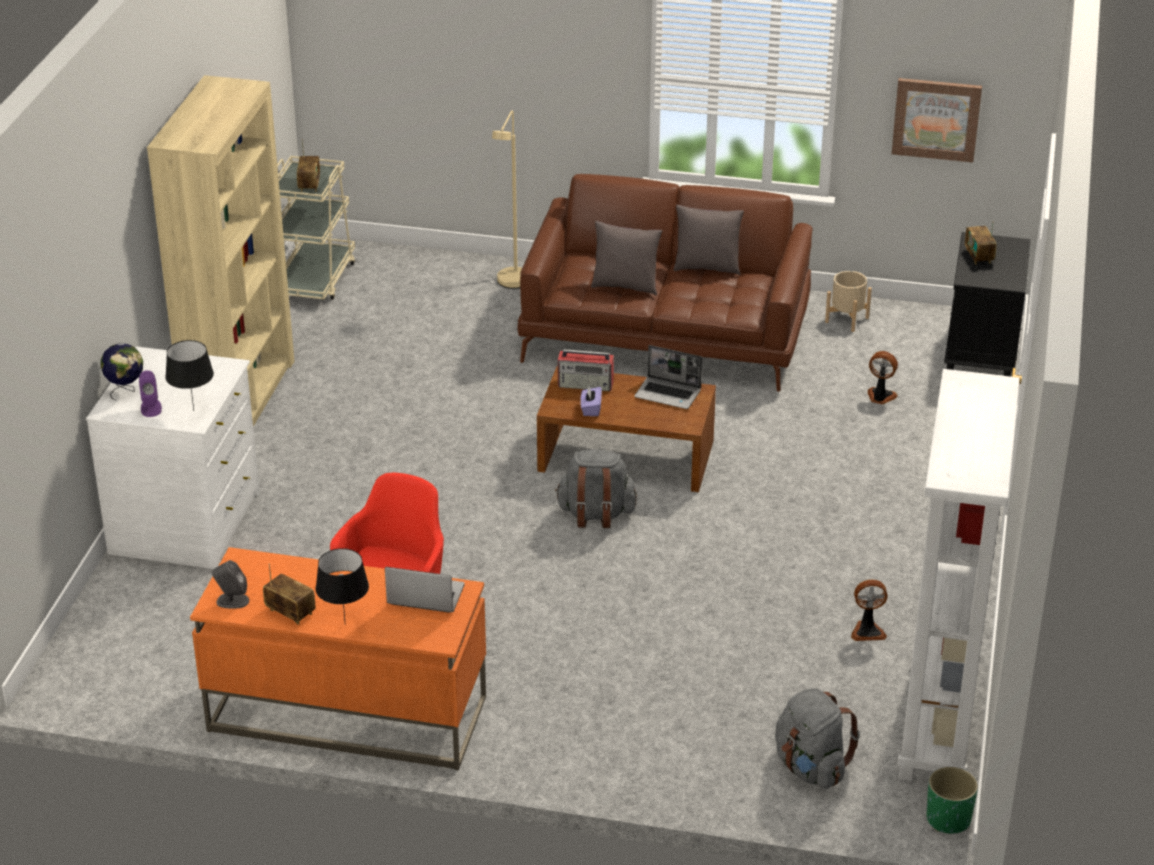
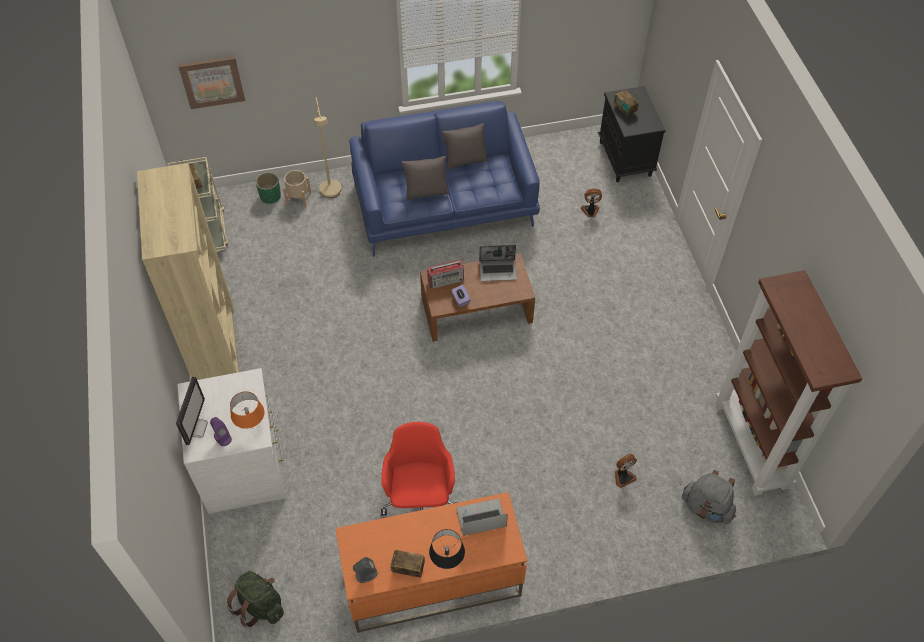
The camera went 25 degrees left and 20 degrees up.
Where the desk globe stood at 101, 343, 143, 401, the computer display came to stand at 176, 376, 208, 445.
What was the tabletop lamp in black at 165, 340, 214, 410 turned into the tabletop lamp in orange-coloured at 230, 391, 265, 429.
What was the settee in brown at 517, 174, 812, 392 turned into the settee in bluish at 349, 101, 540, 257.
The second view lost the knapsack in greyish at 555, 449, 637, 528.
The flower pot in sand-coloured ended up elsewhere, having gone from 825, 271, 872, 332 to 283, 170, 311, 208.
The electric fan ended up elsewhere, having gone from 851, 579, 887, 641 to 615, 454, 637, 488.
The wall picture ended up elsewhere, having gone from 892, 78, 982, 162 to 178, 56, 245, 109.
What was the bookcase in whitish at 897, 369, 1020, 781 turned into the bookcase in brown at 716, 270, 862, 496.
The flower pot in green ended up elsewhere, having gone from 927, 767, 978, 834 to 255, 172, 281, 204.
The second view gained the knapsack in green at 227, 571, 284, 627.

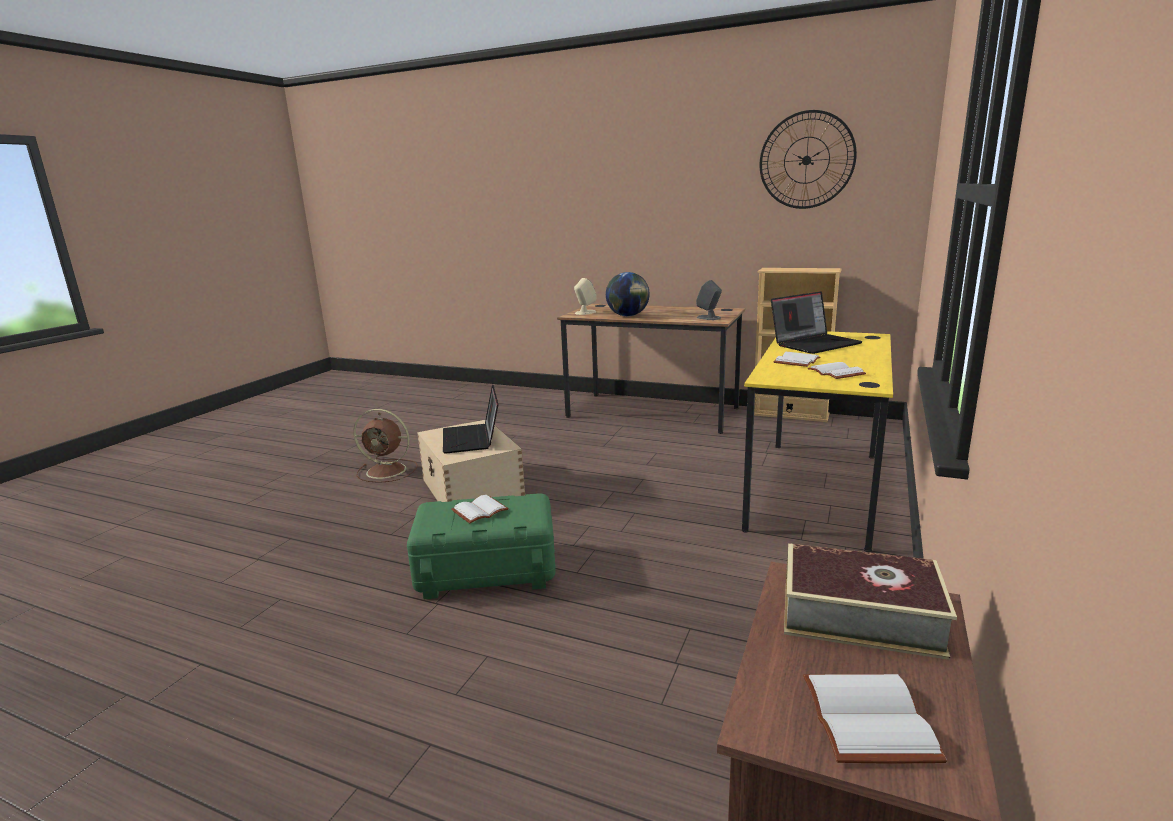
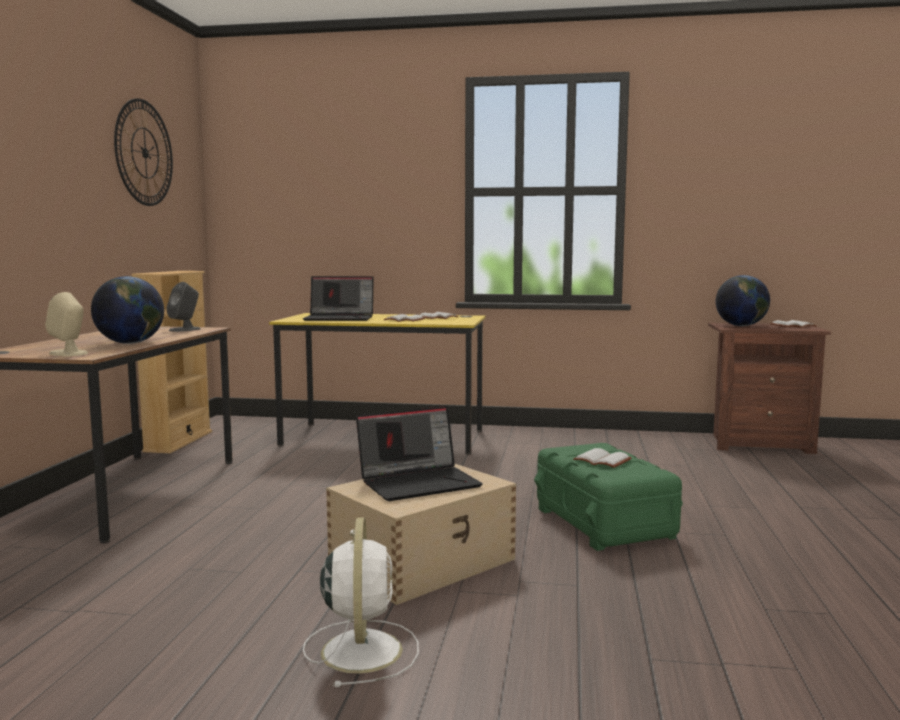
The camera went 105 degrees left and 10 degrees down.
What was the electric fan in brown at 354, 409, 417, 483 turned into the electric fan in whitish at 303, 518, 419, 687.
The notebook computer at 771, 291, 863, 354 ended up facing another way, 135 degrees clockwise from before.
Where the book stood at 784, 543, 957, 660, the desk globe came to stand at 716, 275, 770, 326.

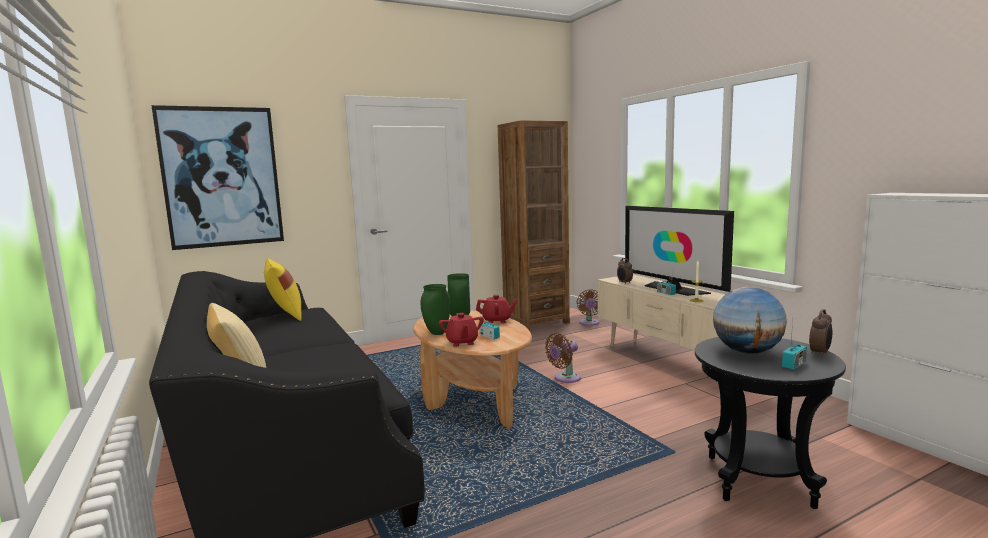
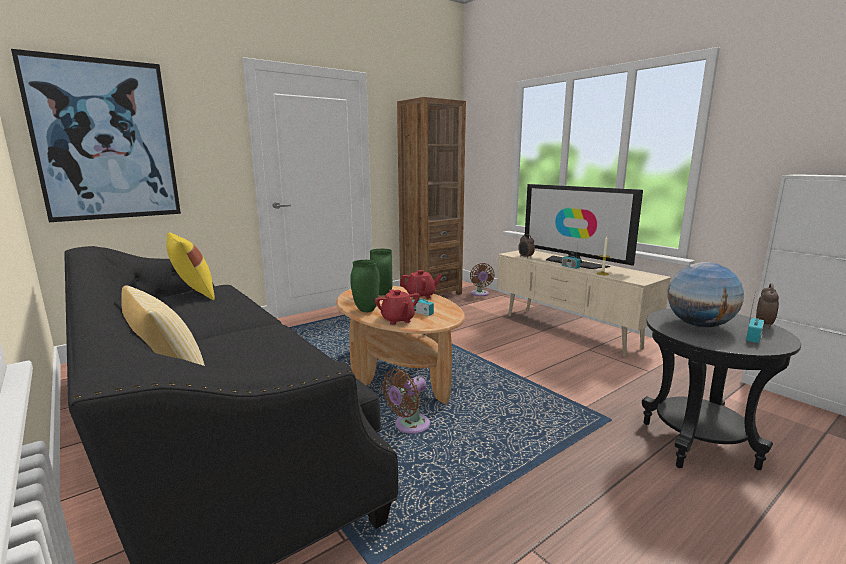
The camera went 10 degrees left and 5 degrees up.
The electric fan in brown ended up elsewhere, having gone from 545, 333, 581, 383 to 382, 369, 430, 434.

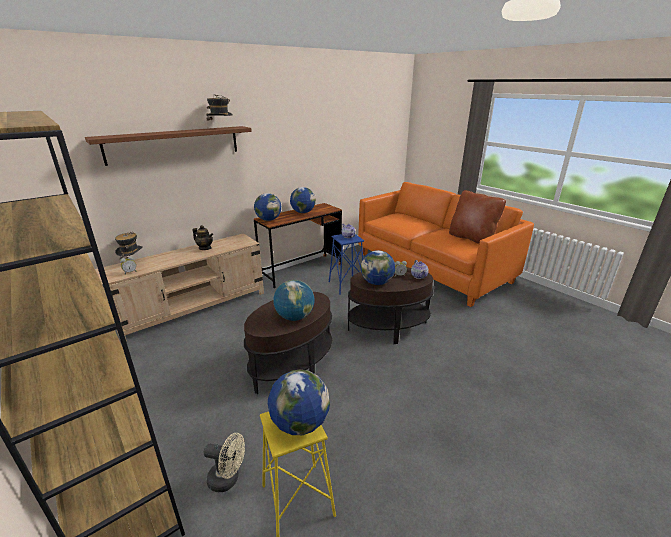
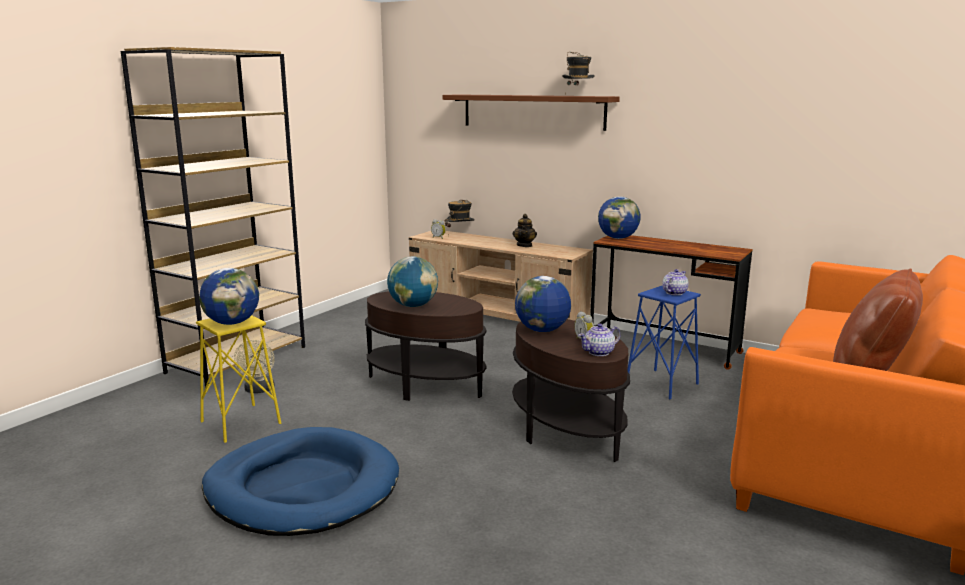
The camera went 70 degrees right and 10 degrees down.
The second view lost the desk globe at 290, 187, 316, 213.
The second view gained the pet bed in bluish at 202, 427, 399, 536.

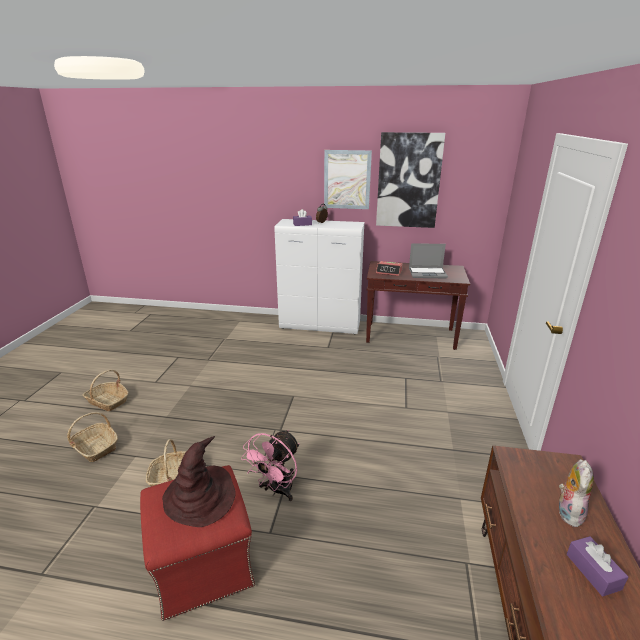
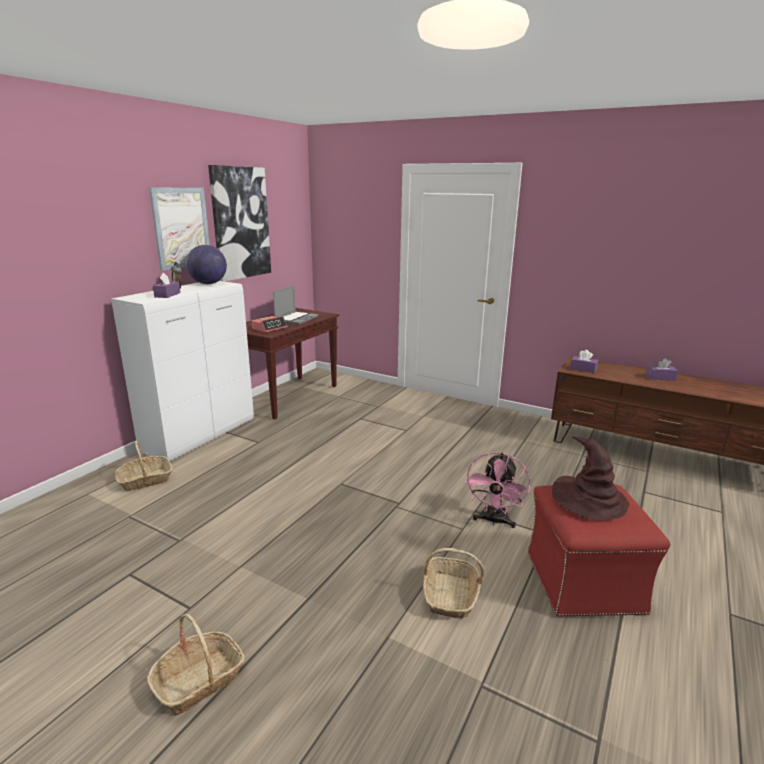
The camera went 70 degrees left and 5 degrees down.
The basket ended up elsewhere, having gone from 67, 412, 118, 462 to 115, 440, 172, 491.
The electric fan in pinkish at 241, 430, 300, 501 ended up facing another way, 60 degrees clockwise from before.
The second view lost the soft toy at 559, 459, 594, 527.
The second view gained the desk globe at 186, 245, 227, 284.
The second view gained the box of tissues in purple at 570, 350, 598, 373.

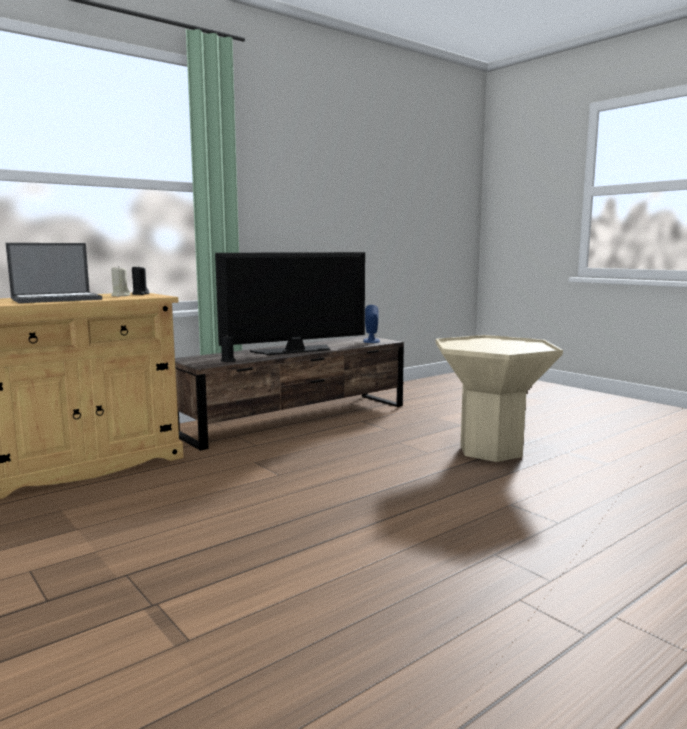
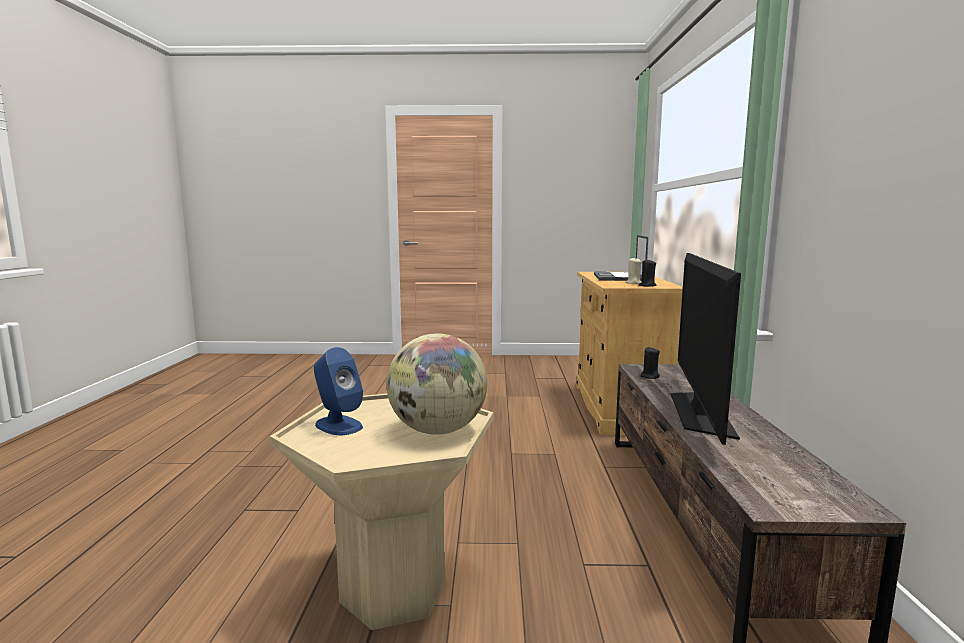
The camera went 130 degrees right and 0 degrees up.
The loudspeaker in bluish ended up elsewhere, having gone from 363, 305, 380, 343 to 314, 347, 363, 435.
The second view gained the desk globe at 387, 333, 487, 435.

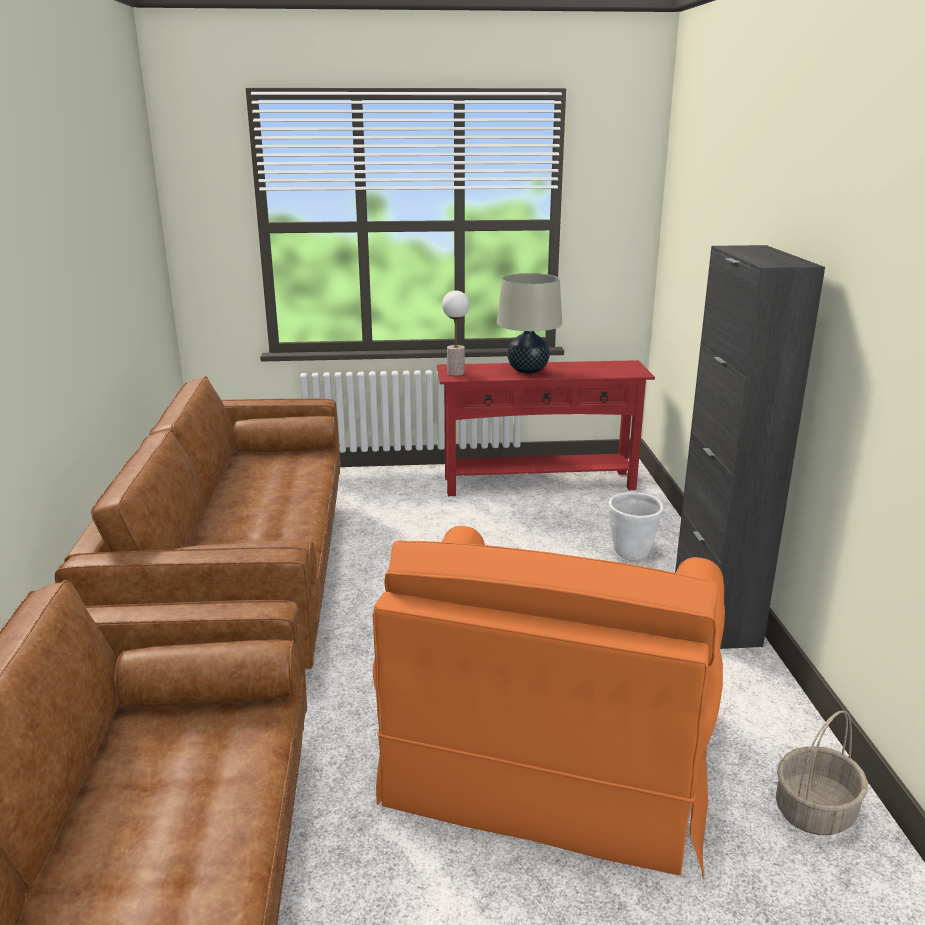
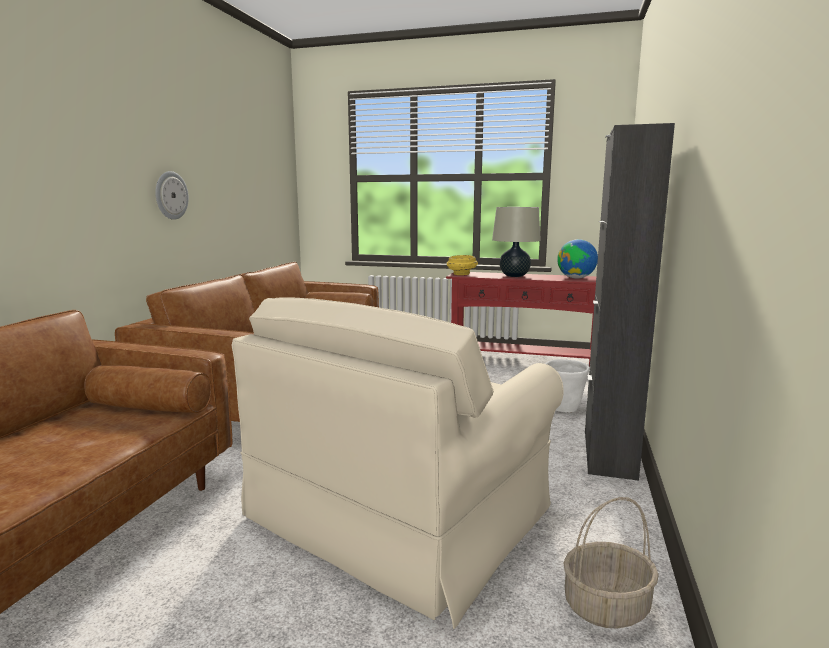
The camera went 20 degrees right and 10 degrees down.
What was the armchair in orange-coloured at 372, 526, 725, 879 turned into the armchair in sand-coloured at 232, 298, 564, 629.
Where the tabletop lamp stood at 442, 290, 469, 376, the bowl in yellow came to stand at 447, 255, 478, 275.
The second view gained the wall clock at 155, 171, 189, 220.
The second view gained the desk globe at 557, 239, 598, 279.

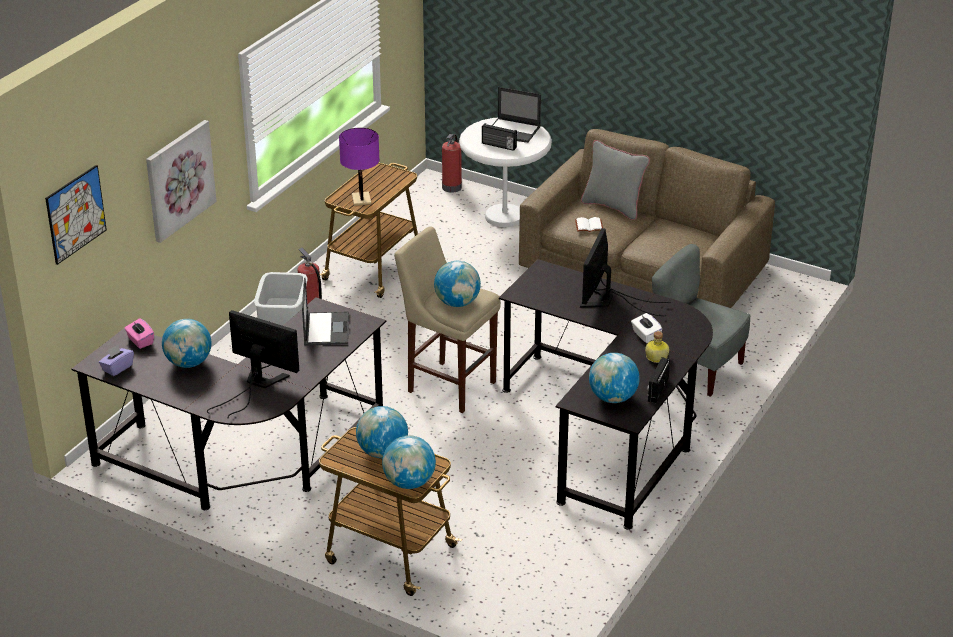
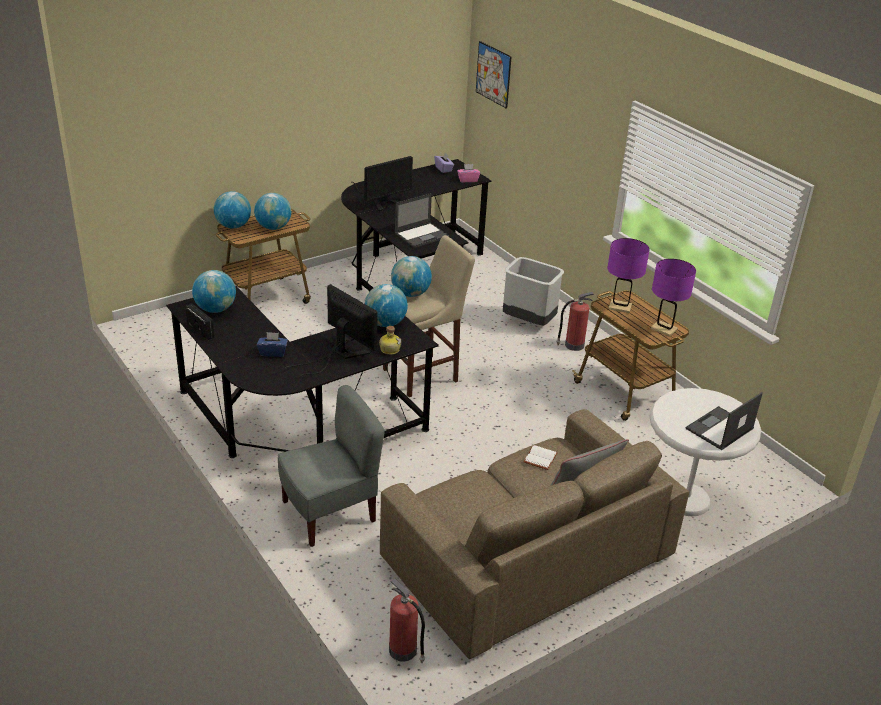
The camera went 115 degrees right and 0 degrees up.
The second view lost the wall picture at 146, 120, 217, 243.
The desk globe ended up elsewhere, having gone from 162, 319, 212, 368 to 365, 284, 408, 327.
The notebook computer at 302, 278, 349, 346 ended up facing another way, 60 degrees counterclockwise from before.
The fire-fighting cylinder ended up elsewhere, having gone from 442, 134, 462, 193 to 389, 578, 425, 663.
The second view lost the radio set at 482, 123, 517, 151.
What was the box of tissues in whitish at 631, 313, 662, 343 turned into the box of tissues in bluish at 257, 332, 288, 357.
The drink bottle ended up elsewhere, having gone from 645, 331, 669, 363 to 379, 326, 401, 355.
The second view gained the tabletop lamp in purple at 651, 259, 696, 337.

